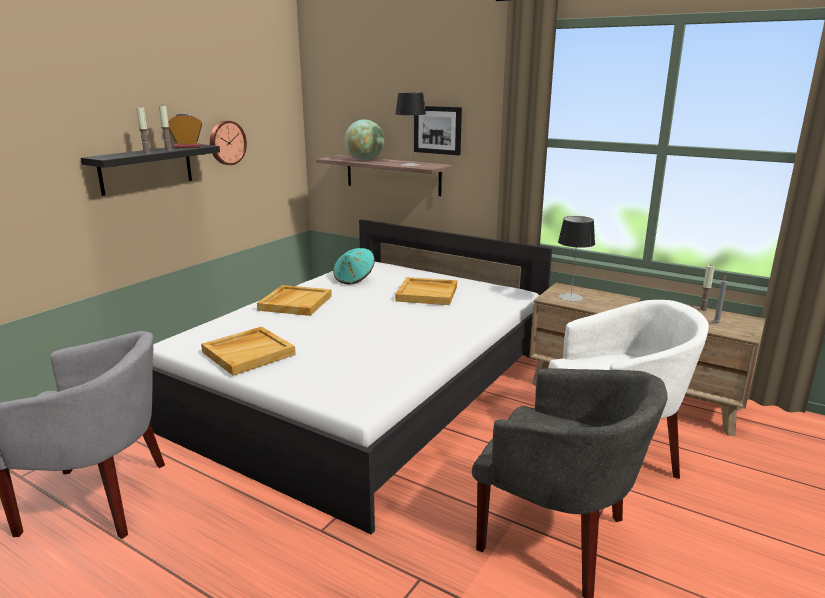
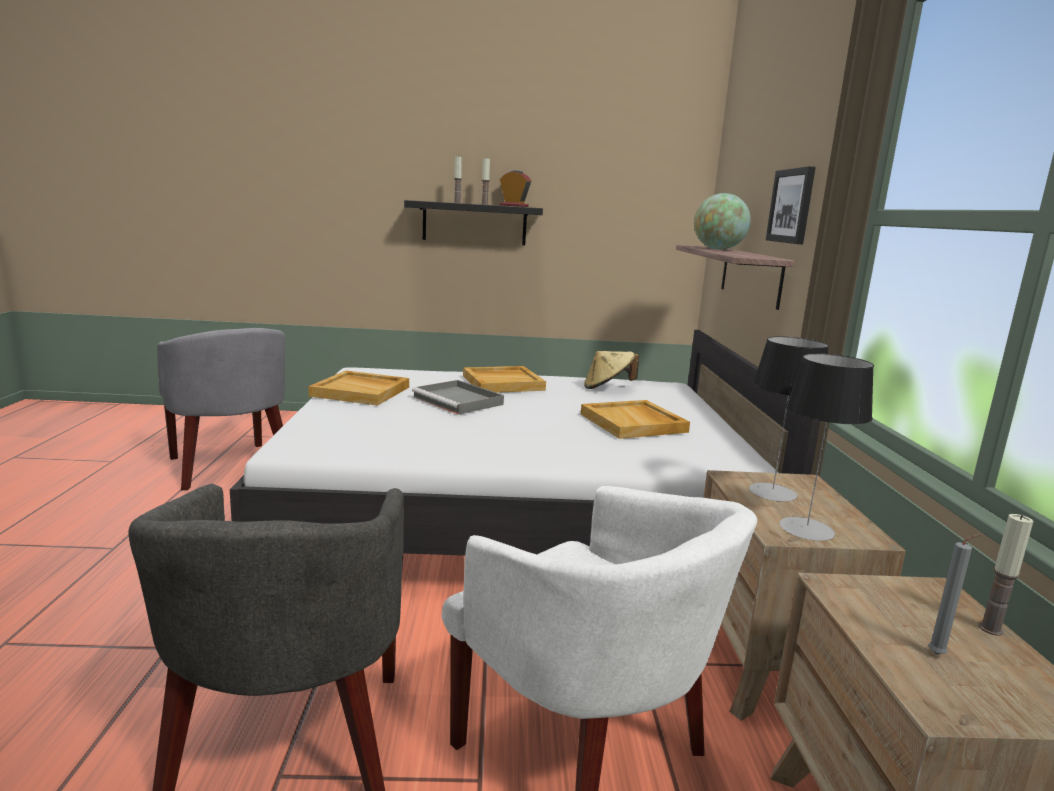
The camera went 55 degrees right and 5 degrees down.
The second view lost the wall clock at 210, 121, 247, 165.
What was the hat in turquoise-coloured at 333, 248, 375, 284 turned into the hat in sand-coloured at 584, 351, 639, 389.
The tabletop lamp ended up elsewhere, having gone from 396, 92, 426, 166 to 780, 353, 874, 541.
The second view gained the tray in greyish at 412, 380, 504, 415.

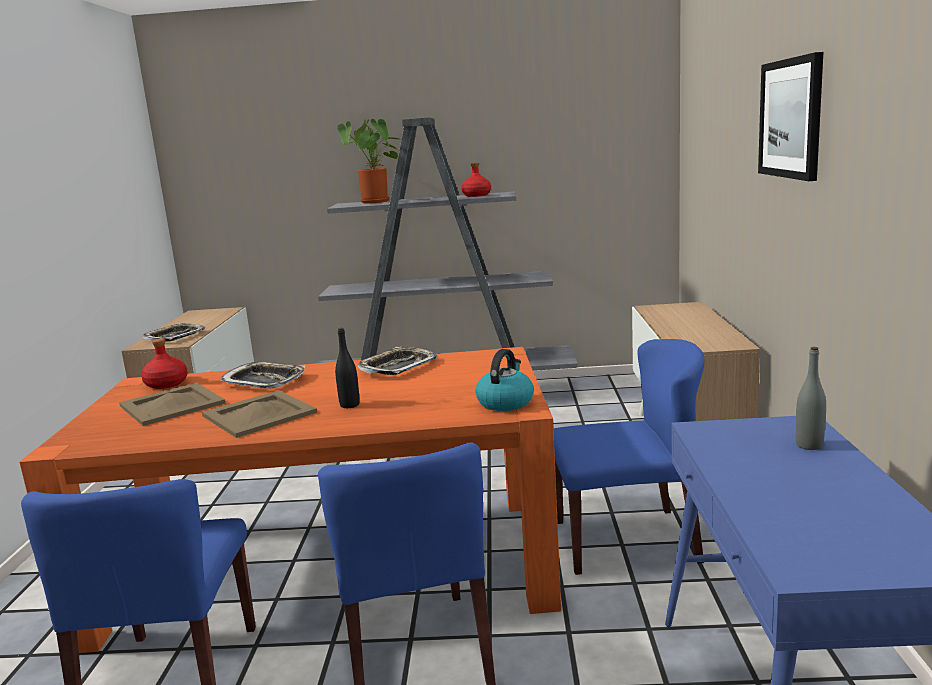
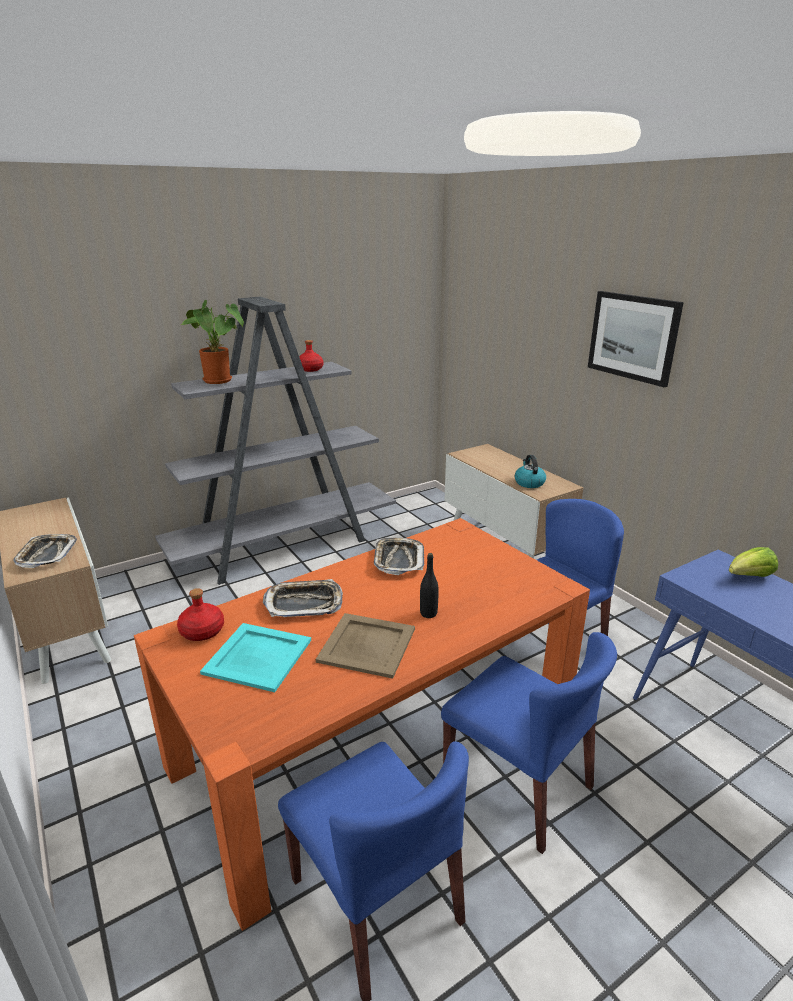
The camera went 35 degrees left and 10 degrees up.
What was the tray in sand-coloured at 119, 383, 225, 426 turned into the tray in turquoise-coloured at 200, 623, 311, 692.
The tea kettle ended up elsewhere, having gone from 475, 349, 534, 411 to 515, 455, 546, 488.
Where the drink bottle in greyish stood at 795, 347, 826, 450, the lettuce head came to stand at 729, 547, 778, 577.

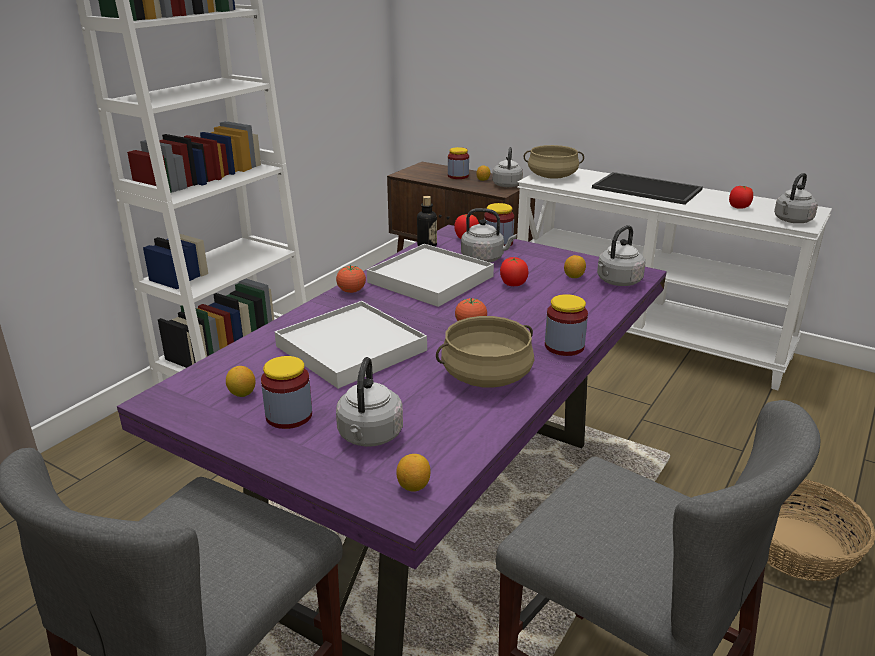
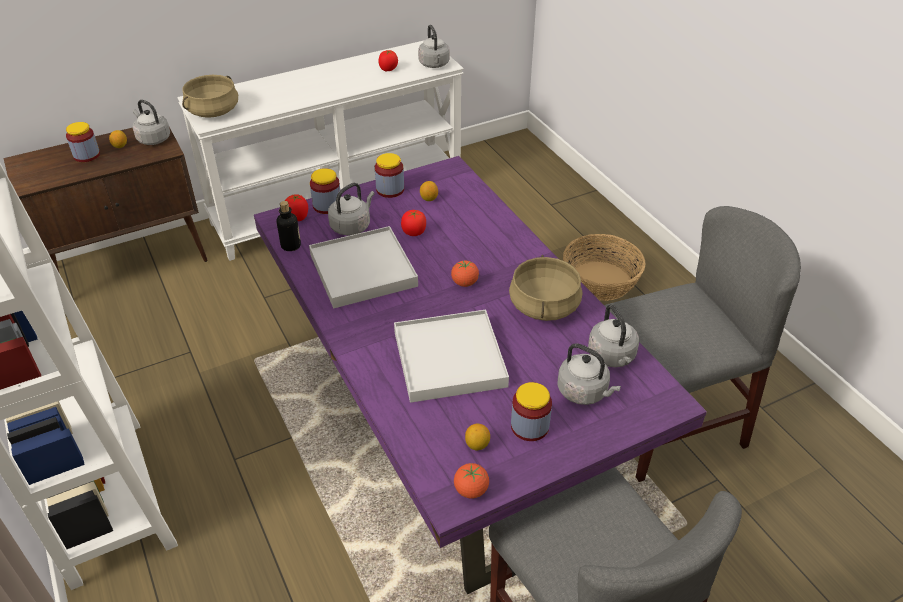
The camera went 60 degrees left and 15 degrees up.
The fresh tomato ended up elsewhere, having gone from 336, 265, 366, 293 to 454, 463, 489, 499.
The second view lost the whole lemon at 396, 454, 430, 491.
The storage jar ended up elsewhere, having gone from 545, 294, 588, 356 to 375, 153, 404, 198.
The second view lost the tray at 592, 172, 703, 205.
The tea kettle in greyish ended up elsewhere, having gone from 597, 225, 645, 286 to 588, 304, 639, 367.

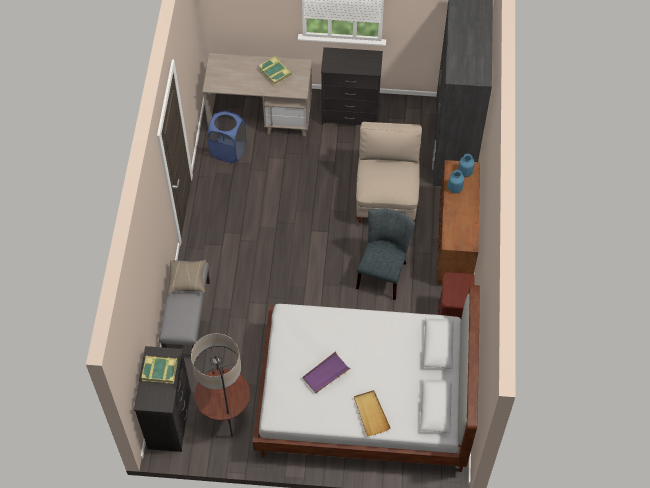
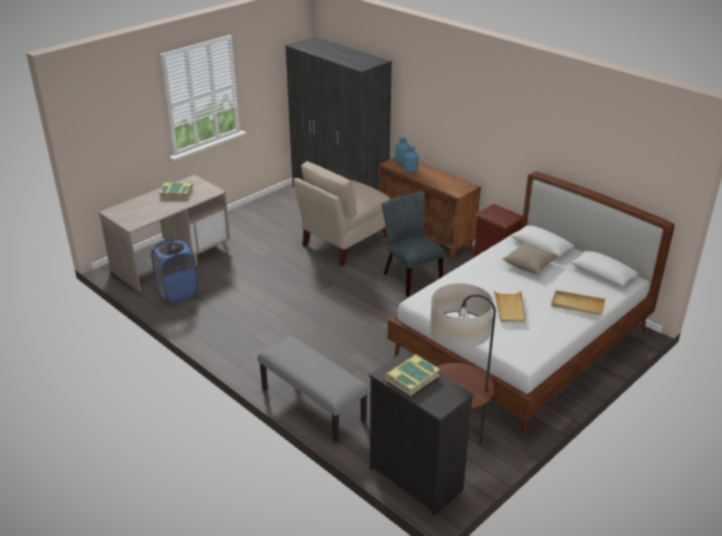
The camera went 50 degrees left and 25 degrees down.
The pillow in sand-coloured ended up elsewhere, having gone from 168, 260, 206, 294 to 502, 243, 559, 274.
What was the tray in purple at 303, 351, 351, 393 turned into the tray in sand-coloured at 494, 291, 526, 323.
The second view lost the drawer chest in black at 321, 47, 383, 125.
The plain chair in sand-coloured at 356, 122, 422, 224 ended up facing another way, 90 degrees counterclockwise from before.

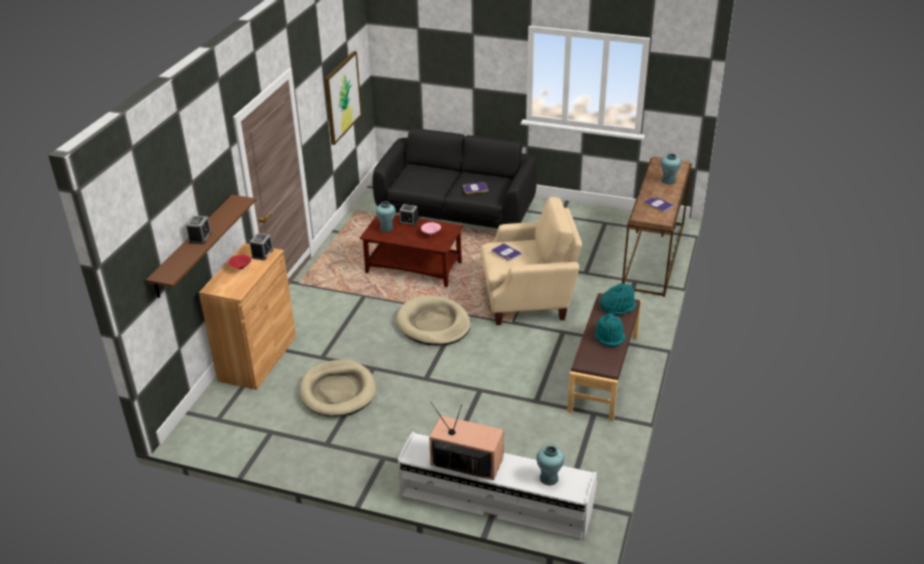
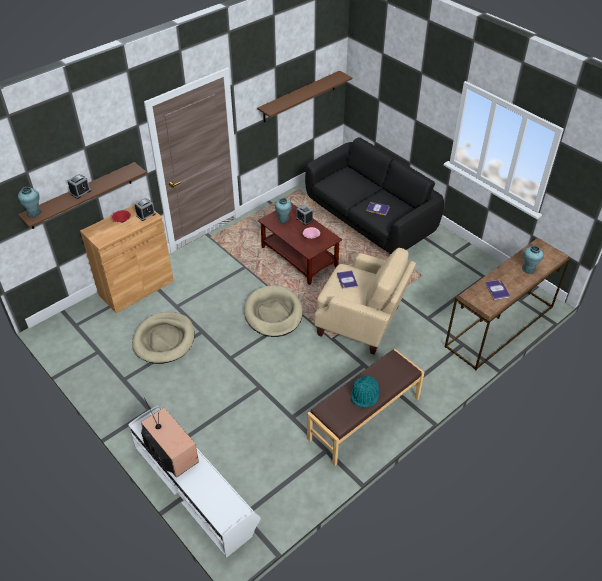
The camera went 30 degrees right and 10 degrees up.
Where the wall picture hung at 325, 51, 362, 145, the wall shelf in brown came to hang at 257, 71, 352, 122.
The decorative vase in turquoise-coloured ended up elsewhere, having gone from 537, 446, 564, 486 to 18, 187, 41, 218.
The second view lost the hat in turquoise-coloured at 600, 283, 636, 315.

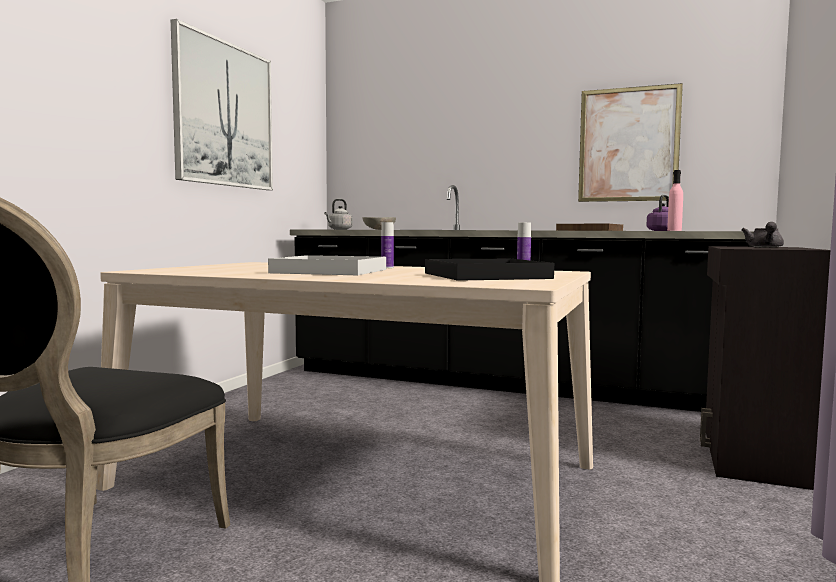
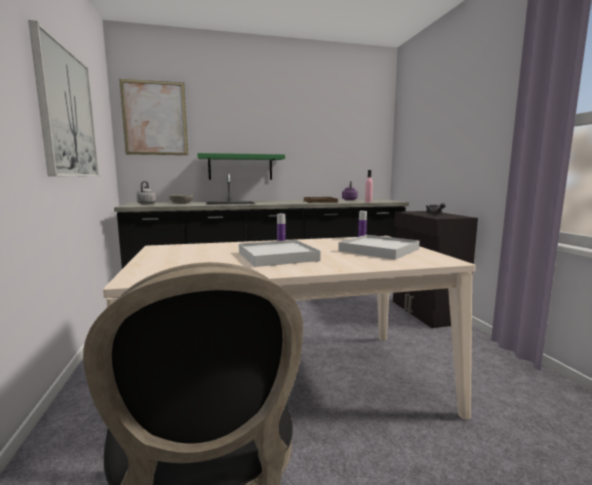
The camera went 35 degrees left and 5 degrees up.
What was the tray in black at 425, 259, 554, 281 turned into the tray in whitish at 338, 235, 420, 260.
The wall picture ended up elsewhere, having gone from 578, 83, 683, 202 to 119, 79, 188, 155.
The second view gained the wall shelf in green at 197, 153, 285, 180.

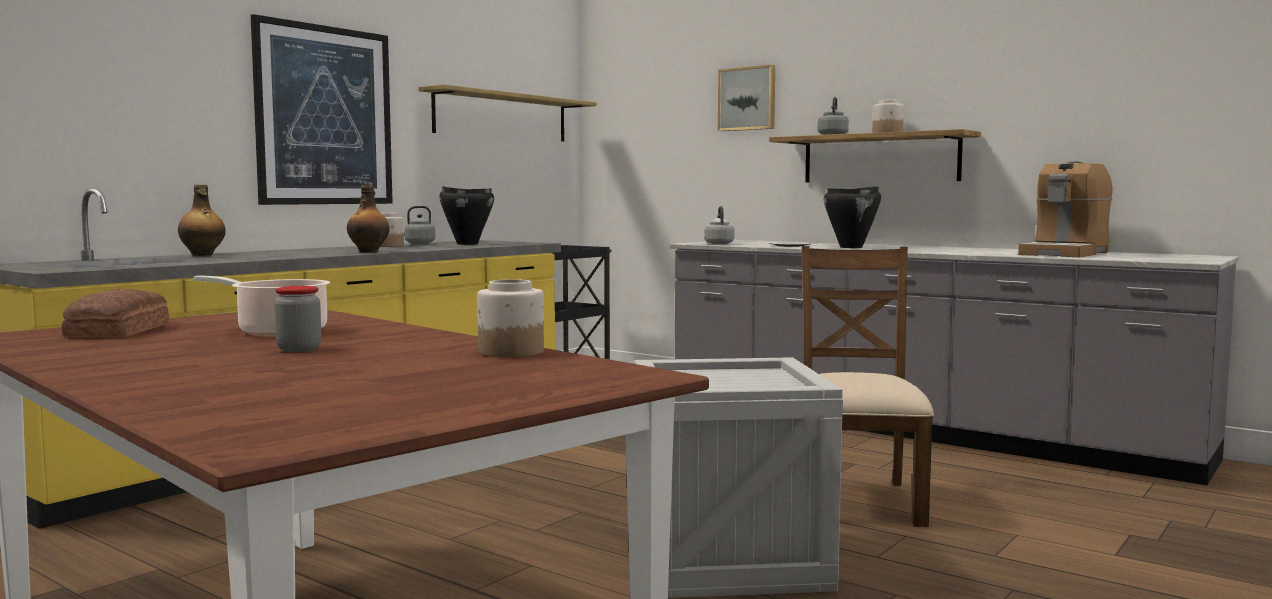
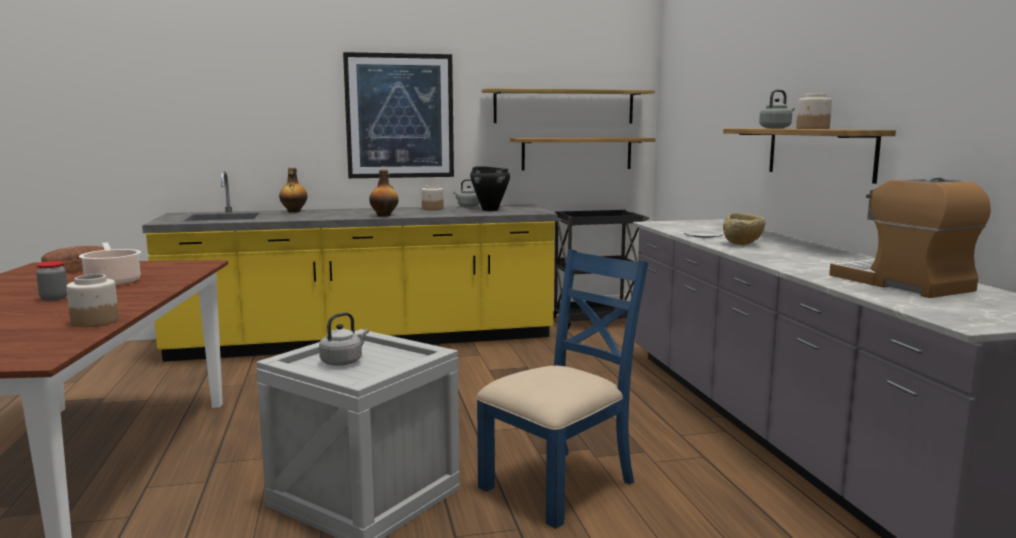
The camera went 40 degrees right and 5 degrees up.
The tea kettle in greyish ended up elsewhere, having gone from 704, 206, 734, 244 to 319, 312, 369, 366.
The second view lost the wall picture at 718, 65, 775, 131.
What was the plain chair in brown at 802, 246, 934, 527 turned into the plain chair in bluish at 476, 249, 648, 529.
Where the stockpot in black stood at 824, 186, 881, 248, the bowl in sand-coloured came to stand at 723, 213, 765, 245.
The coffee brewer at 1018, 161, 1113, 257 ended up facing another way, 75 degrees clockwise from before.
The second view gained the wall shelf at 510, 137, 656, 171.

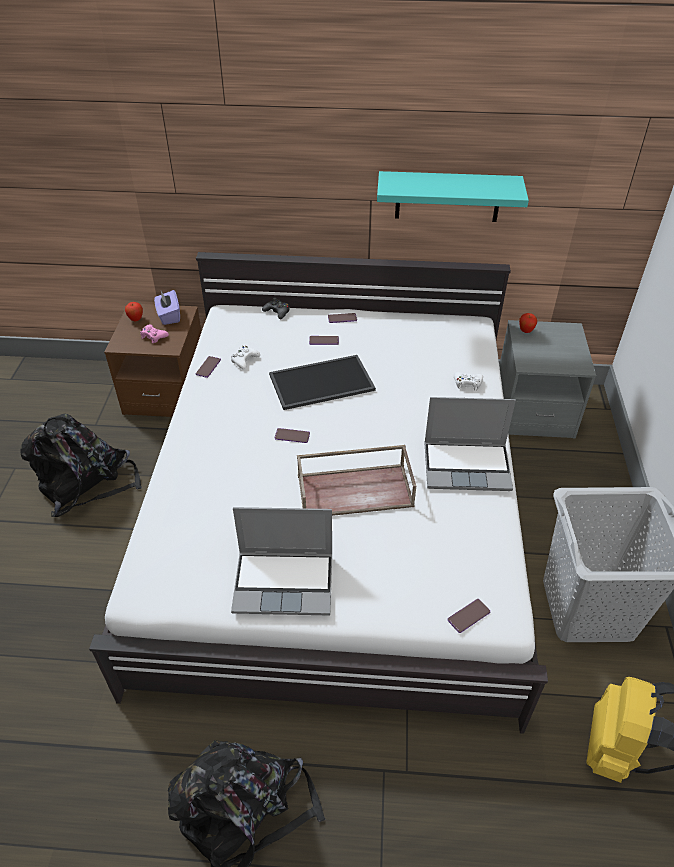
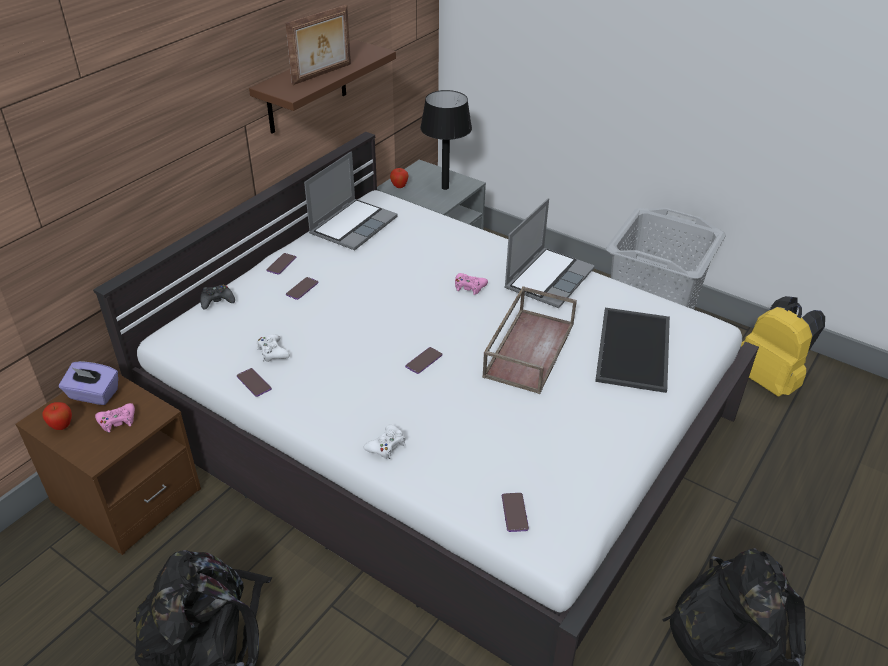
The camera went 60 degrees left and 5 degrees down.
The notebook computer ended up elsewhere, having gone from 231, 507, 332, 616 to 304, 151, 398, 250.
The tray ended up elsewhere, having gone from 269, 355, 376, 410 to 595, 308, 670, 393.
What was the wall shelf in turquoise-coloured at 377, 171, 529, 222 turned into the wall shelf in brown at 249, 40, 396, 134.
The telephone ended up elsewhere, having gone from 447, 599, 490, 633 to 502, 493, 529, 532.
The gamepad in whitish ended up elsewhere, having gone from 454, 372, 483, 391 to 364, 425, 406, 459.
The second view gained the standing frame at 285, 4, 351, 85.
The second view gained the tabletop lamp in black at 420, 90, 472, 190.
The second view gained the gamepad in pinkish at 455, 273, 488, 295.

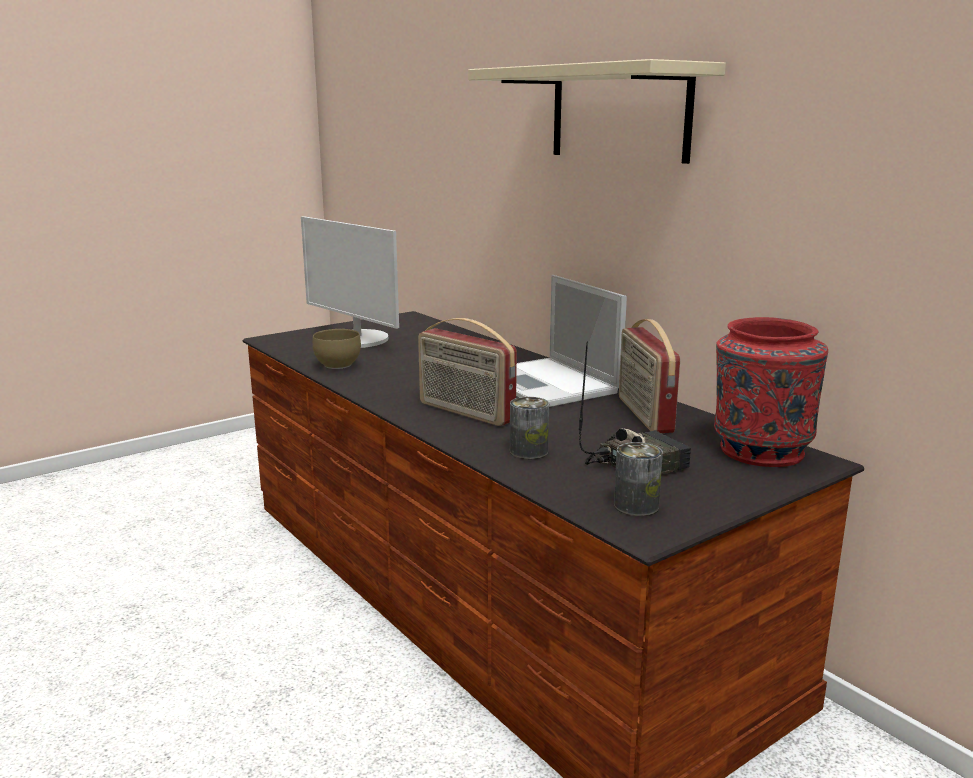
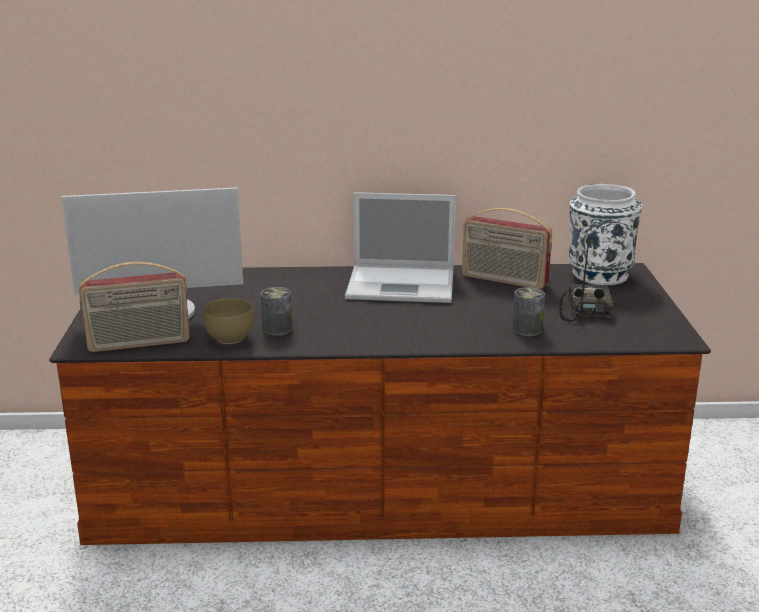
The camera went 55 degrees left and 5 degrees up.
The radio set ended up elsewhere, having gone from 418, 318, 517, 426 to 79, 262, 190, 352.
The second view lost the wall shelf in sand-coloured at 468, 59, 726, 164.
The metal can ended up elsewhere, having gone from 614, 442, 663, 516 to 261, 287, 292, 336.
What was the decorative vase in red at 714, 317, 828, 467 turned into the decorative vase in whitish at 568, 184, 642, 285.

